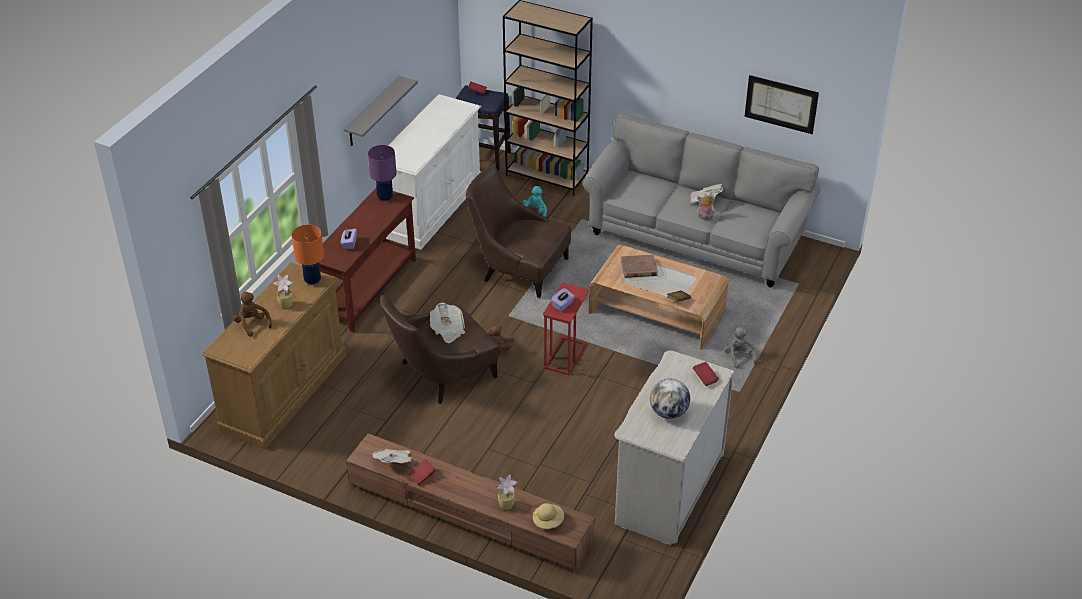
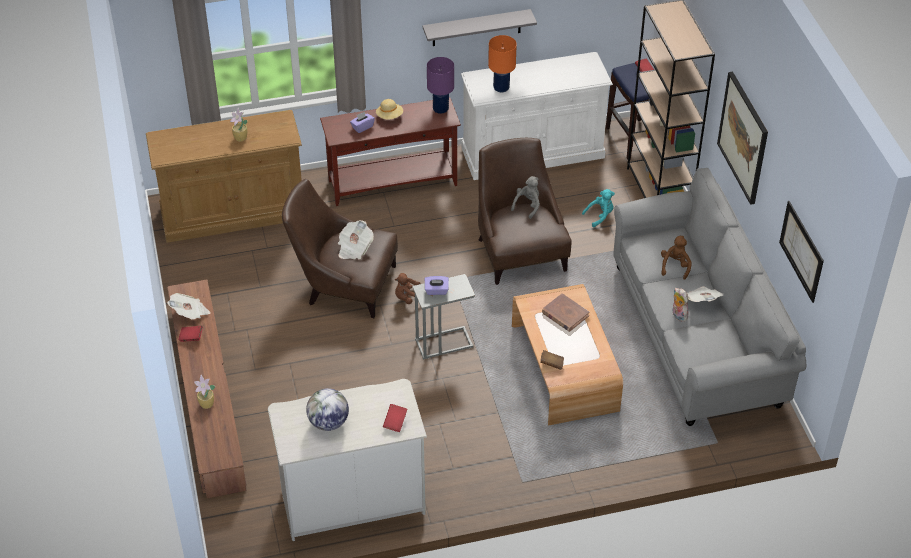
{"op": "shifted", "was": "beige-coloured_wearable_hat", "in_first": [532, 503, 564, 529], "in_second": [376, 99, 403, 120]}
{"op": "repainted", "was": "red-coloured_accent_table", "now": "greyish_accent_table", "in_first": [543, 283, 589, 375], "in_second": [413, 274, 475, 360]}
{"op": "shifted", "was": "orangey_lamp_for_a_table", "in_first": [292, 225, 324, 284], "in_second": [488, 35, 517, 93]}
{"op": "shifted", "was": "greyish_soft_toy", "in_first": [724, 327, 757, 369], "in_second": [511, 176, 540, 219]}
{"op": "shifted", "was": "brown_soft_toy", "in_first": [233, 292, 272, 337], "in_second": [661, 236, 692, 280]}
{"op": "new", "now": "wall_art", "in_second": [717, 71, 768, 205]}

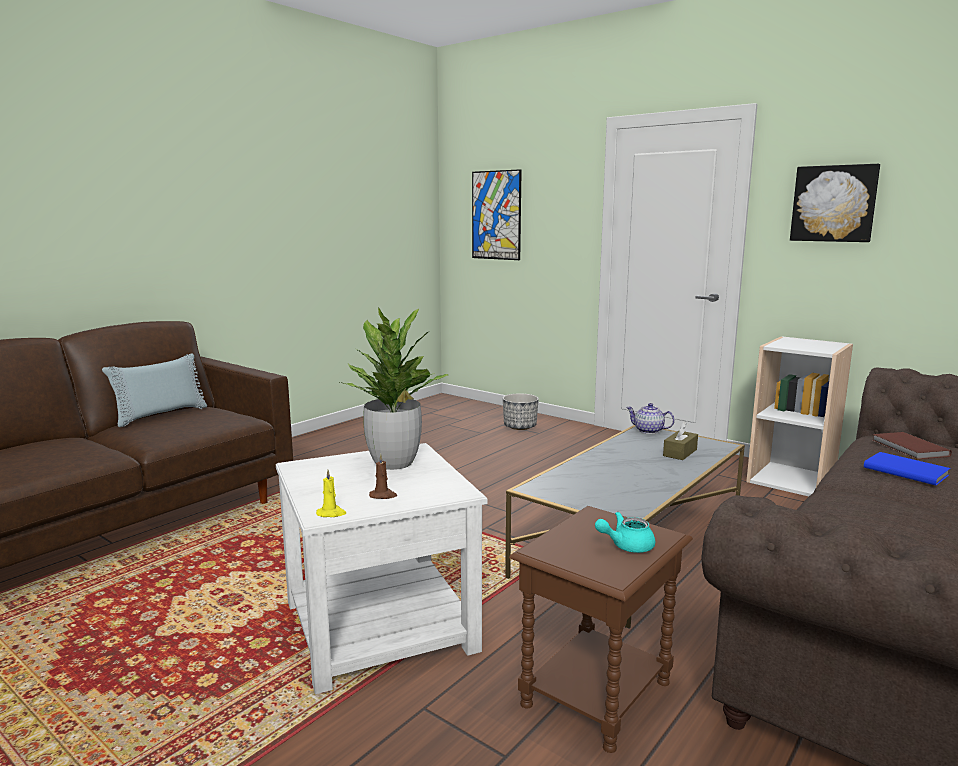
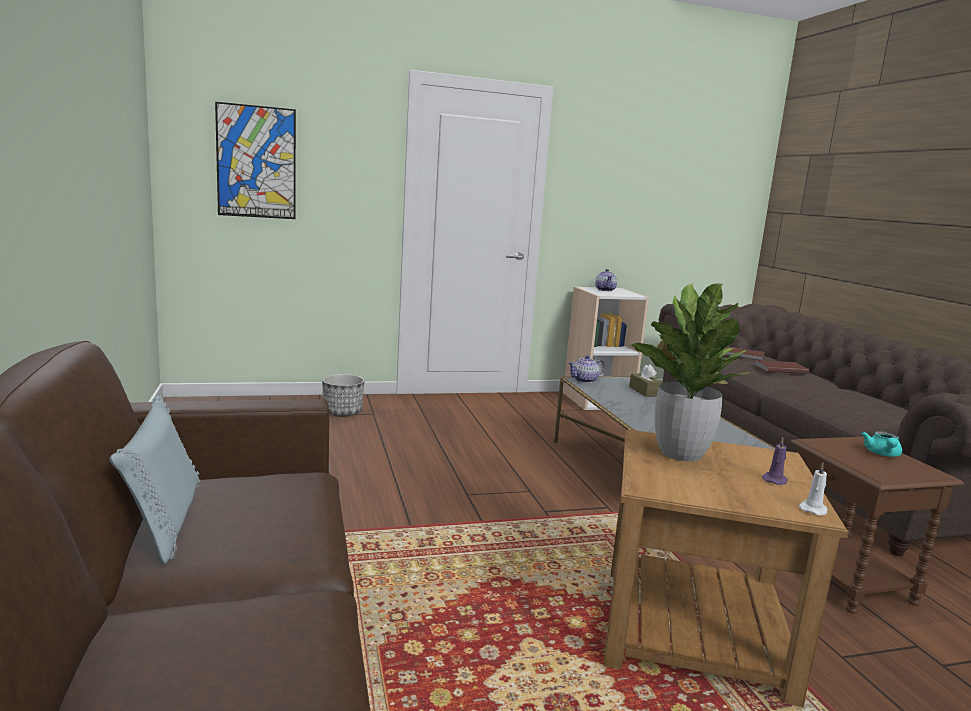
{"op": "new", "now": "teapot", "in_second": [595, 269, 617, 291]}
{"op": "repainted", "was": "white-coloured_accent_table", "now": "brown_accent_table", "in_first": [276, 443, 488, 694], "in_second": [604, 429, 848, 707]}
{"op": "repainted", "was": "bluish_bound_book", "now": "brown_bound_book", "in_first": [864, 452, 950, 485], "in_second": [755, 360, 809, 374]}
{"op": "repainted", "was": "brown_wax_light", "now": "purplish_wax_light", "in_first": [369, 454, 397, 499], "in_second": [762, 437, 788, 485]}
{"op": "repainted", "was": "yellowish_wax_light", "now": "white-coloured_wax_light", "in_first": [316, 470, 346, 517], "in_second": [799, 463, 827, 516]}
{"op": "gone", "was": "wall_art", "in_first": [790, 164, 880, 242]}

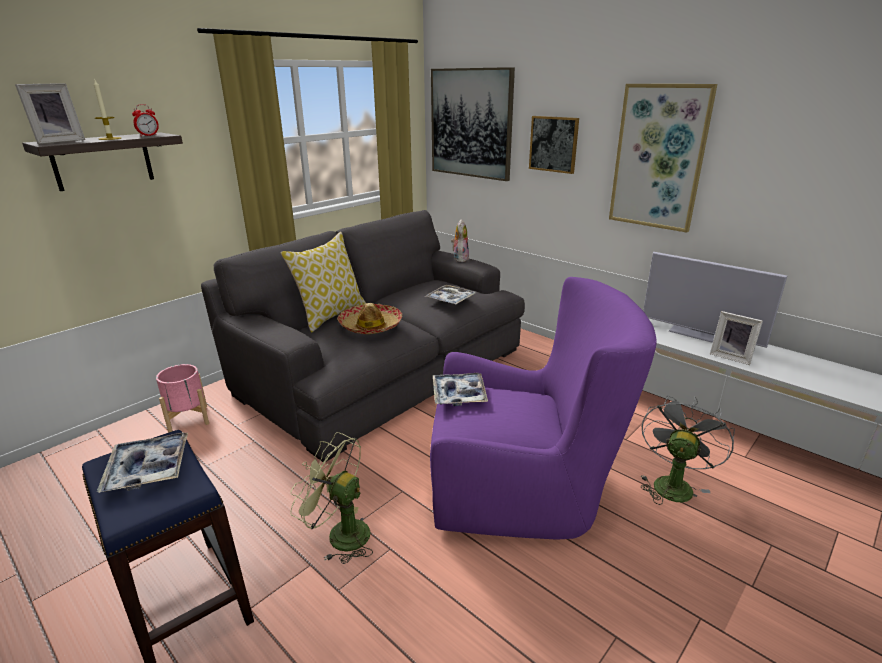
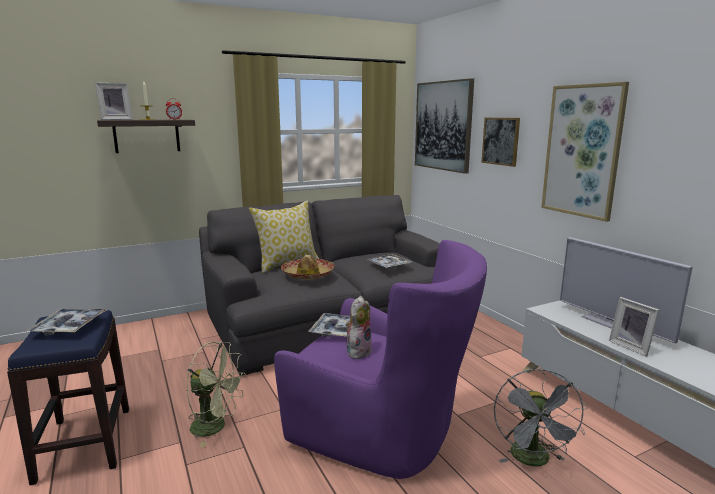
{"op": "rotated", "was": "greenish_electric_fan", "in_first": [290, 432, 373, 564], "in_second": [186, 342, 244, 447], "clockwise": 150}
{"op": "shifted", "was": "soft_toy", "in_first": [451, 219, 469, 262], "in_second": [345, 296, 372, 360]}
{"op": "rotated", "was": "greyish_electric_fan", "in_first": [641, 396, 735, 505], "in_second": [494, 368, 587, 467], "clockwise": 135}
{"op": "gone", "was": "pink_flower_pot", "in_first": [156, 364, 209, 433]}

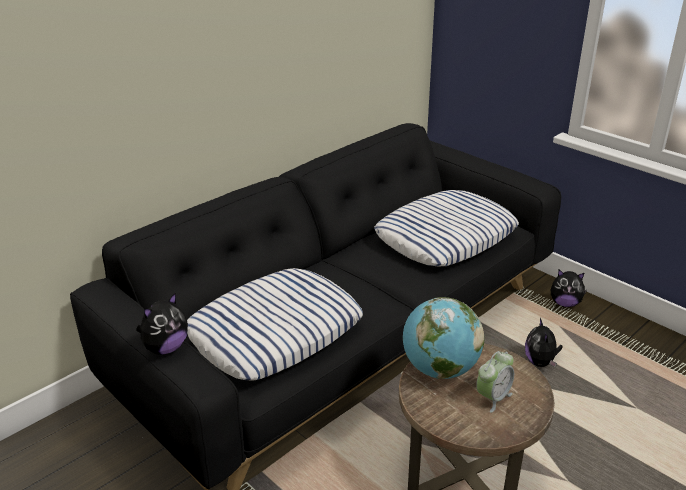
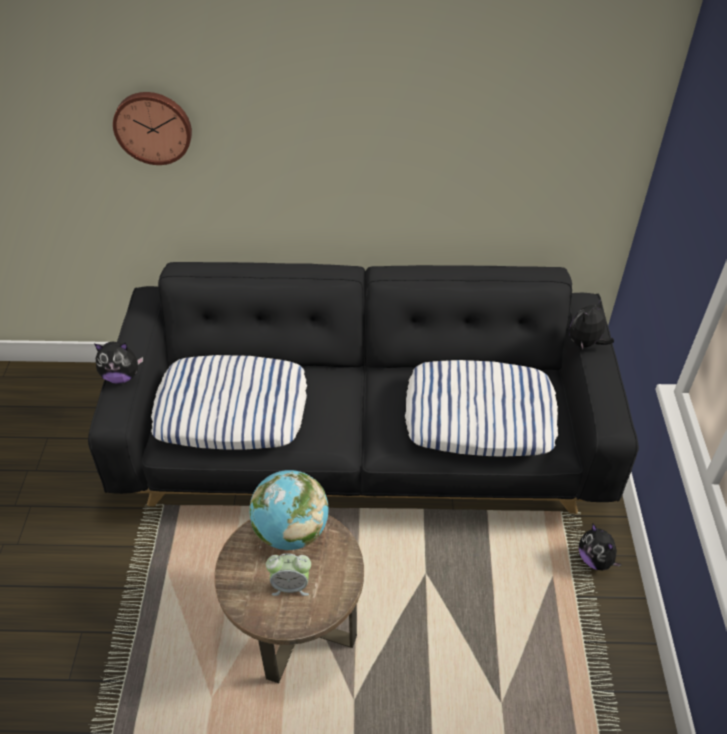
{"op": "new", "now": "clock_on_the_wall", "in_second": [113, 92, 192, 165]}
{"op": "shifted", "was": "soft_toy", "in_first": [525, 318, 563, 367], "in_second": [569, 299, 614, 349]}

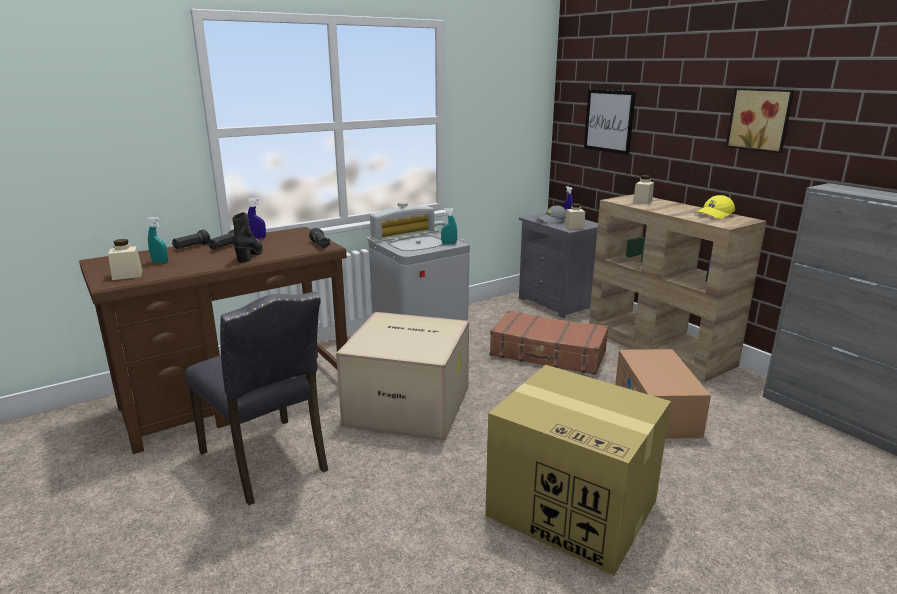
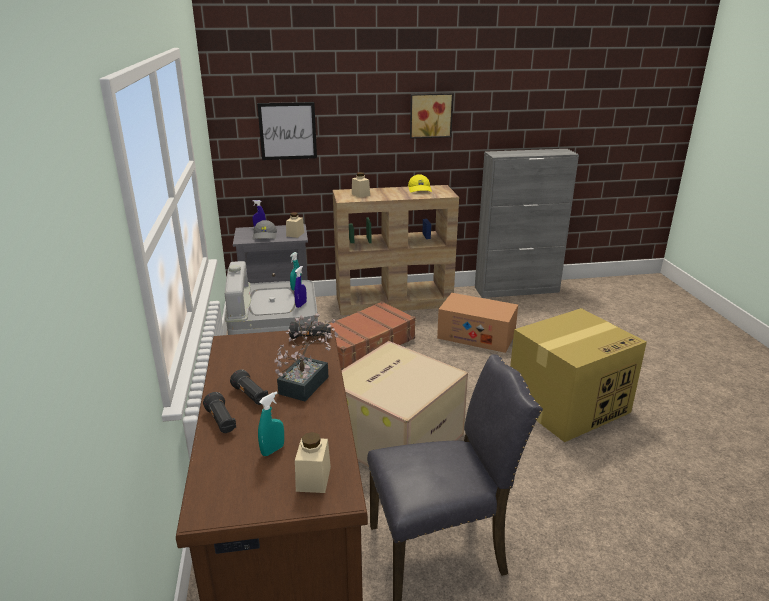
{"op": "swapped", "was": "blackish_tall_boot", "now": "houseplant", "in_first": [232, 212, 263, 263], "in_second": [274, 313, 339, 401]}
{"op": "shifted", "was": "bluish_spray_bottle", "in_first": [247, 198, 266, 239], "in_second": [294, 266, 307, 308]}

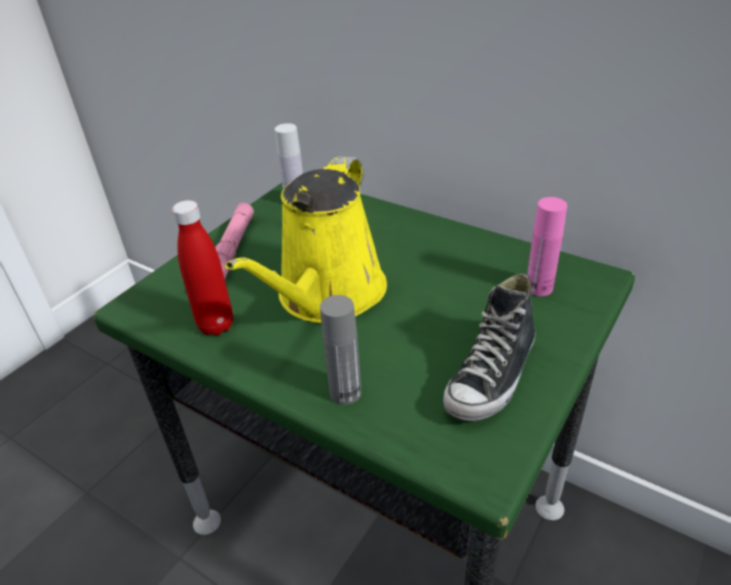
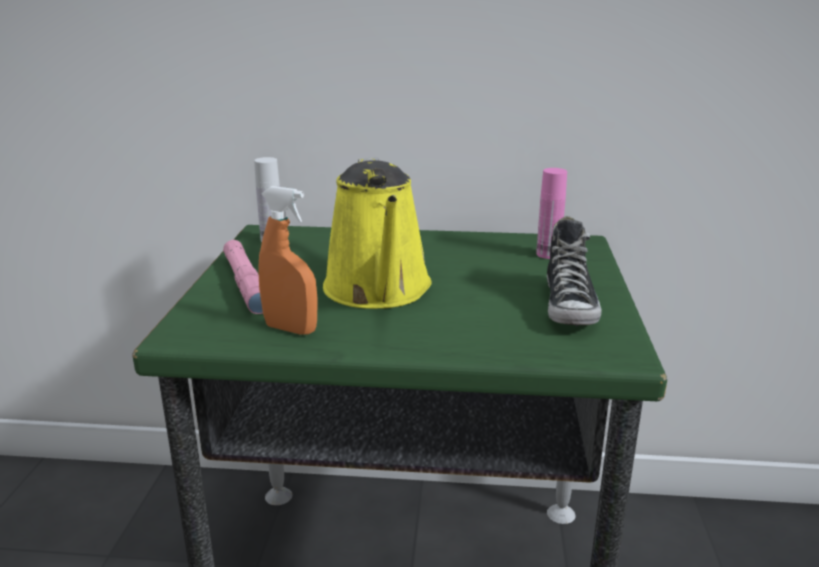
{"op": "swapped", "was": "red-coloured_bottle", "now": "orangey_spray_bottle", "in_first": [172, 200, 233, 335], "in_second": [258, 186, 318, 335]}
{"op": "gone", "was": "greyish_bottle", "in_first": [320, 295, 361, 405]}

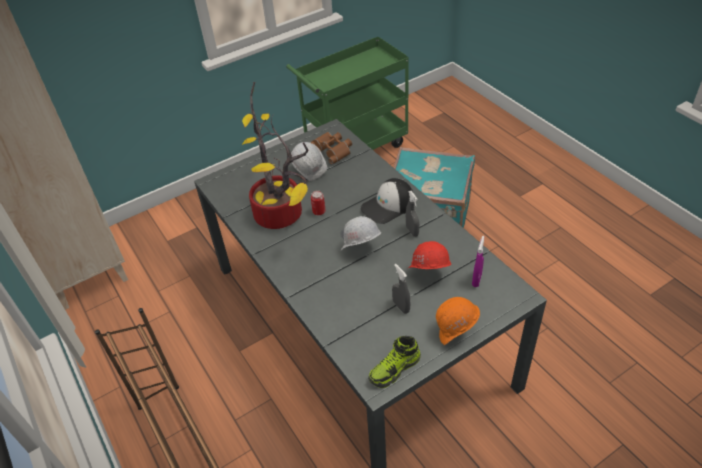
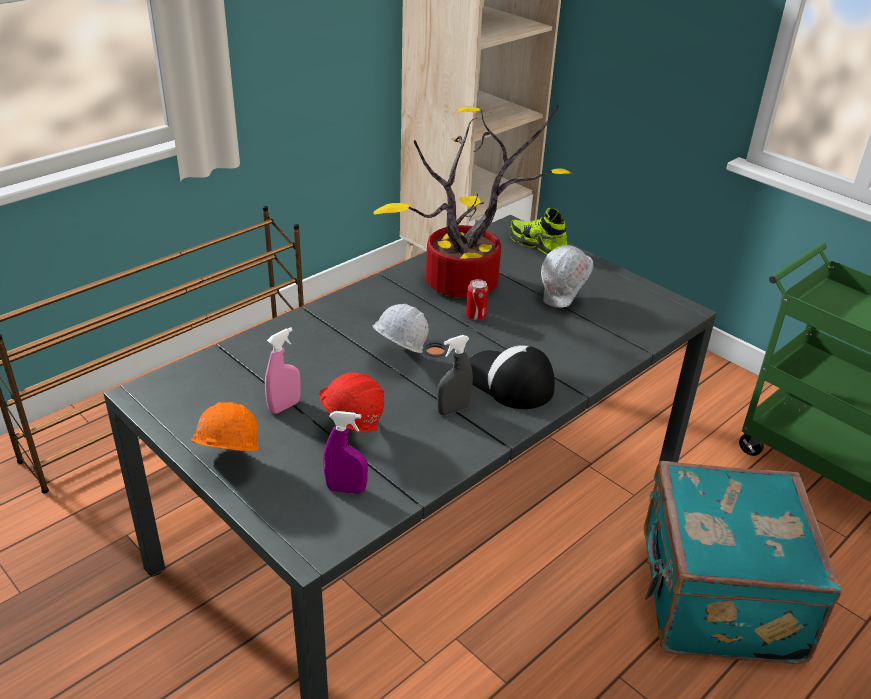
{"op": "repainted", "was": "greyish_spray_bottle", "now": "pink_spray_bottle", "in_first": [392, 264, 411, 314], "in_second": [265, 327, 301, 414]}
{"op": "shifted", "was": "item_of_footwear", "in_first": [368, 336, 421, 388], "in_second": [510, 208, 567, 255]}
{"op": "gone", "was": "brown_binoculars", "in_first": [310, 132, 352, 164]}

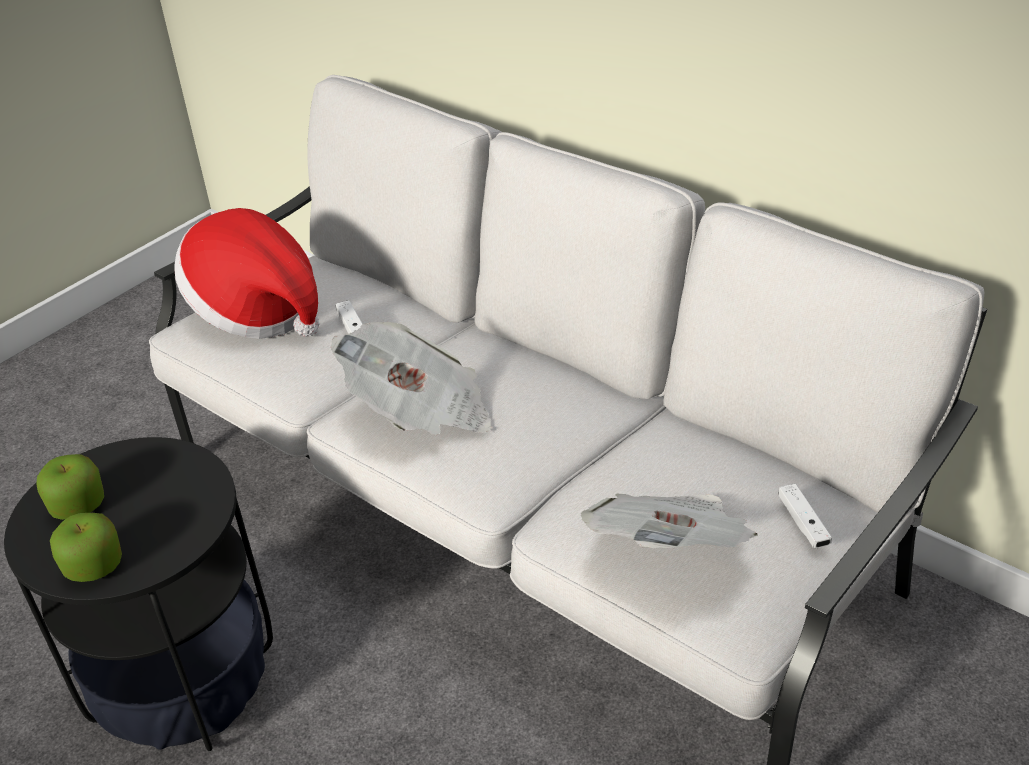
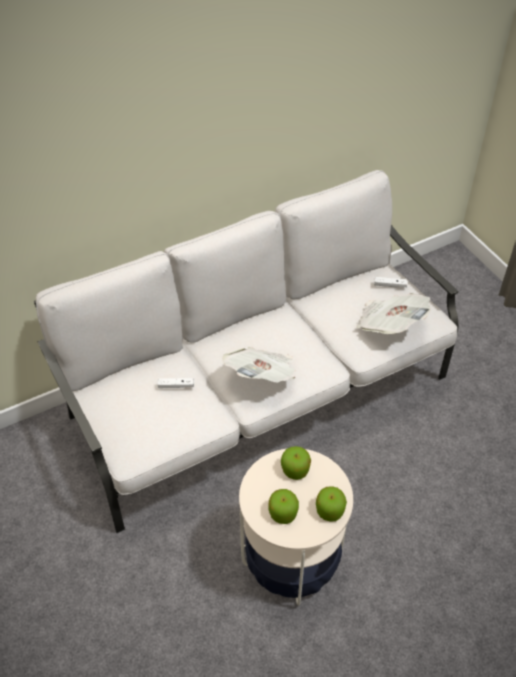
{"op": "repainted", "was": "blackish_accent_table", "now": "beige-coloured_accent_table", "in_first": [4, 437, 273, 751], "in_second": [239, 448, 353, 605]}
{"op": "new", "now": "whole_apple", "in_second": [281, 446, 311, 480]}
{"op": "gone", "was": "wearable_hat", "in_first": [174, 208, 319, 339]}

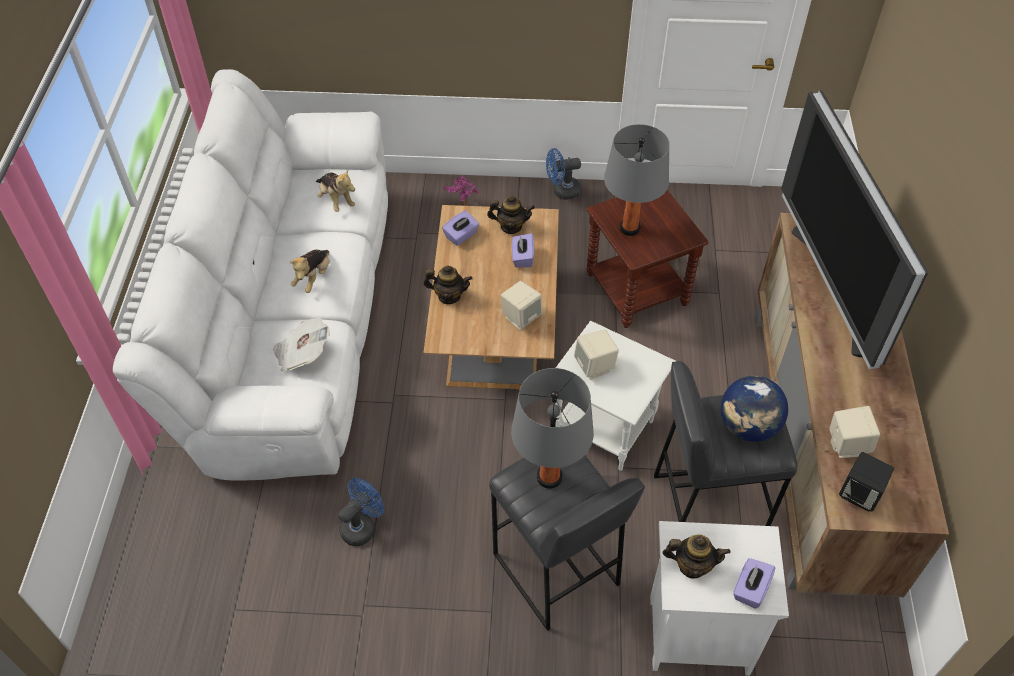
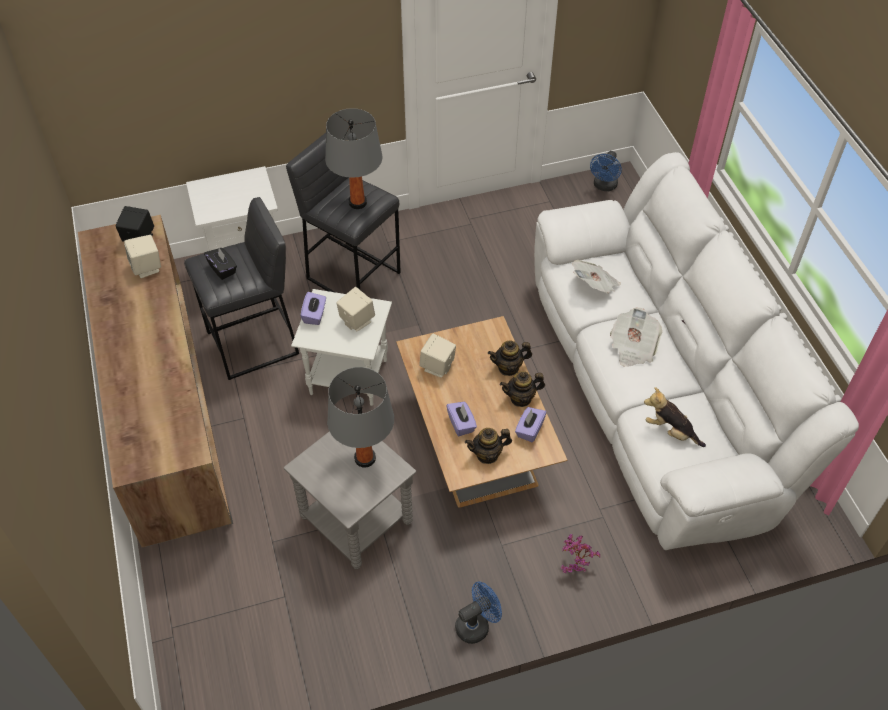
{"op": "swapped", "was": "world_globe", "now": "blackish_tissue_box", "in_first": [721, 376, 788, 442], "in_second": [204, 248, 237, 280]}
{"op": "repainted", "was": "brown_accent_table", "now": "greyish_accent_table", "in_first": [586, 190, 708, 328], "in_second": [284, 431, 416, 569]}
{"op": "shifted", "was": "purplish_tissue_box", "in_first": [733, 558, 775, 609], "in_second": [301, 292, 326, 325]}
{"op": "shifted", "was": "teapot", "in_first": [663, 534, 731, 578], "in_second": [500, 371, 545, 407]}
{"op": "shifted", "was": "bluish_electric_fan", "in_first": [338, 478, 384, 546], "in_second": [590, 151, 622, 191]}
{"op": "swapped", "was": "soft_toy", "now": "printed_paper", "in_first": [290, 250, 330, 293], "in_second": [610, 308, 662, 367]}
{"op": "gone", "was": "TV", "in_first": [781, 90, 928, 369]}

